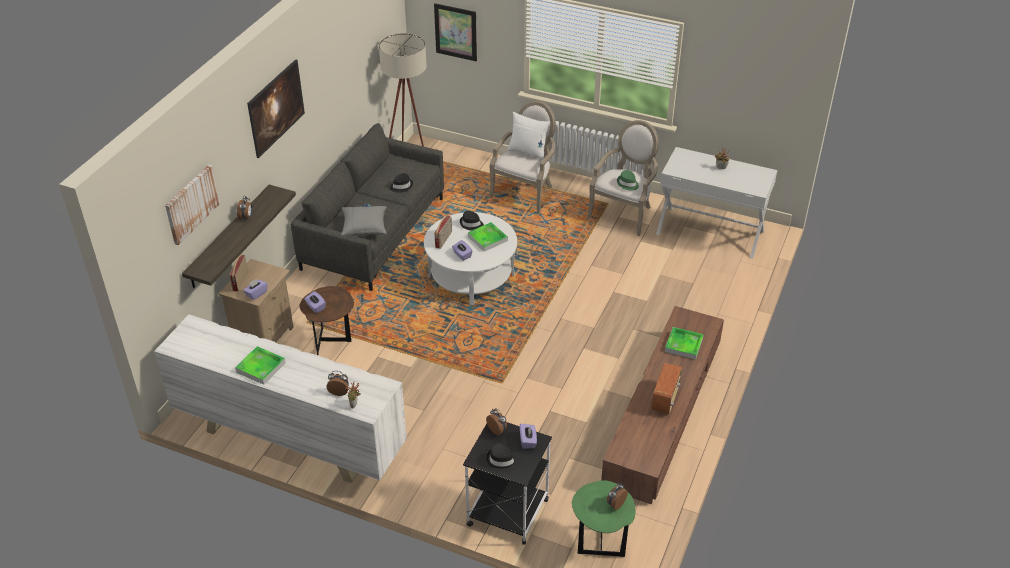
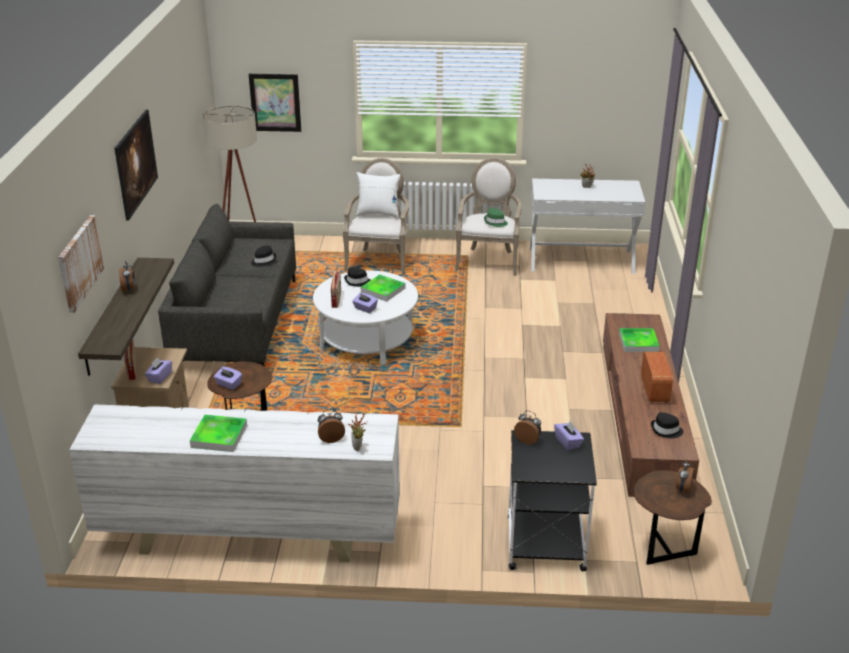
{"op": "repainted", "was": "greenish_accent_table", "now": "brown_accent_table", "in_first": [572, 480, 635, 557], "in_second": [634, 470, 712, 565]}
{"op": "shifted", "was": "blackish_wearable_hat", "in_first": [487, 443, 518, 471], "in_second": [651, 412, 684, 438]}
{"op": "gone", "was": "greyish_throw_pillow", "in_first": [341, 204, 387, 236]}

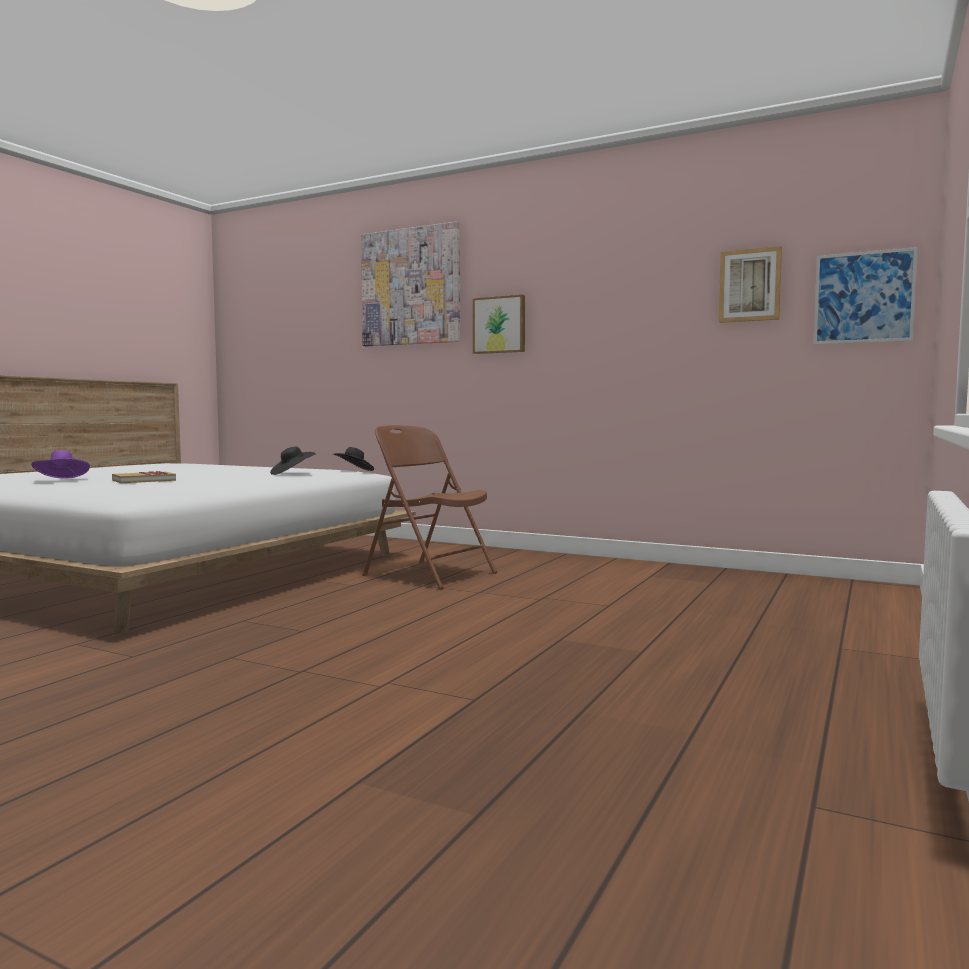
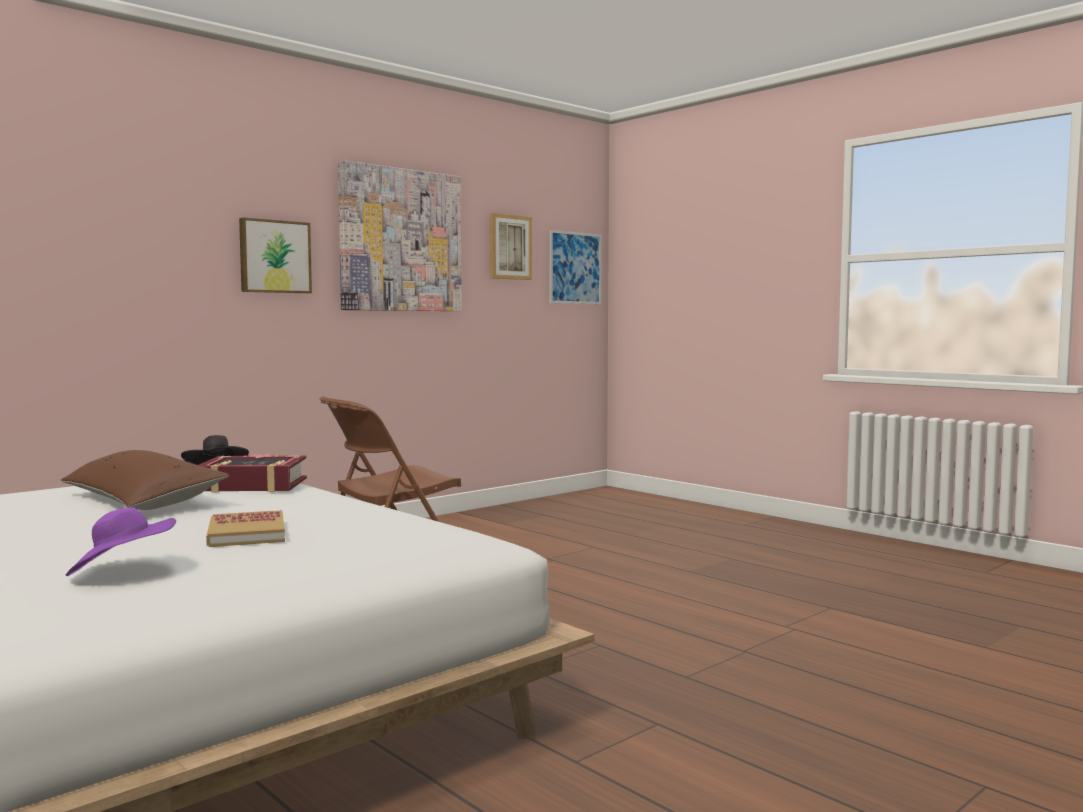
{"op": "new", "now": "brown_throw_pillow", "in_second": [61, 450, 229, 510]}
{"op": "swapped", "was": "blackish_wearable_hat", "now": "bound_book", "in_first": [270, 447, 316, 475], "in_second": [199, 454, 307, 492]}
{"op": "shifted", "was": "wall_art", "in_first": [361, 222, 460, 346], "in_second": [338, 160, 462, 311]}

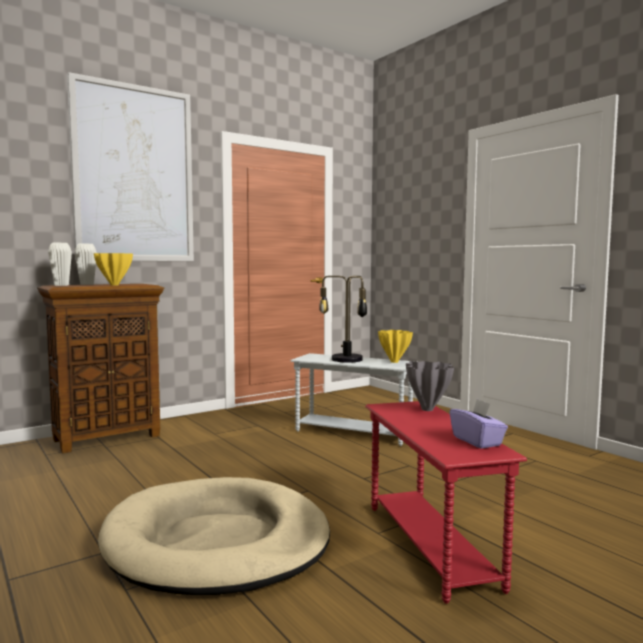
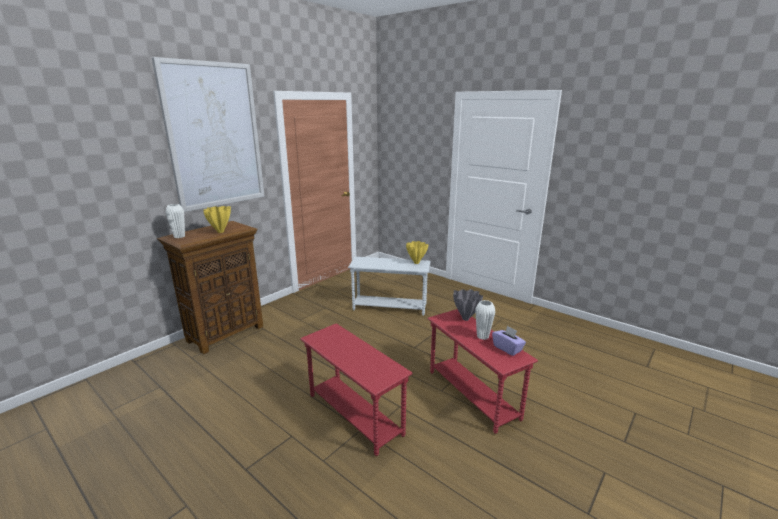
{"op": "swapped", "was": "beige-coloured_dog_bed", "now": "red-coloured_accent_table", "in_first": [98, 477, 330, 595], "in_second": [300, 324, 413, 456]}
{"op": "shifted", "was": "white-coloured_vase", "in_first": [75, 244, 97, 285], "in_second": [475, 300, 495, 340]}
{"op": "gone", "was": "lamp_for_a_table", "in_first": [319, 276, 367, 363]}

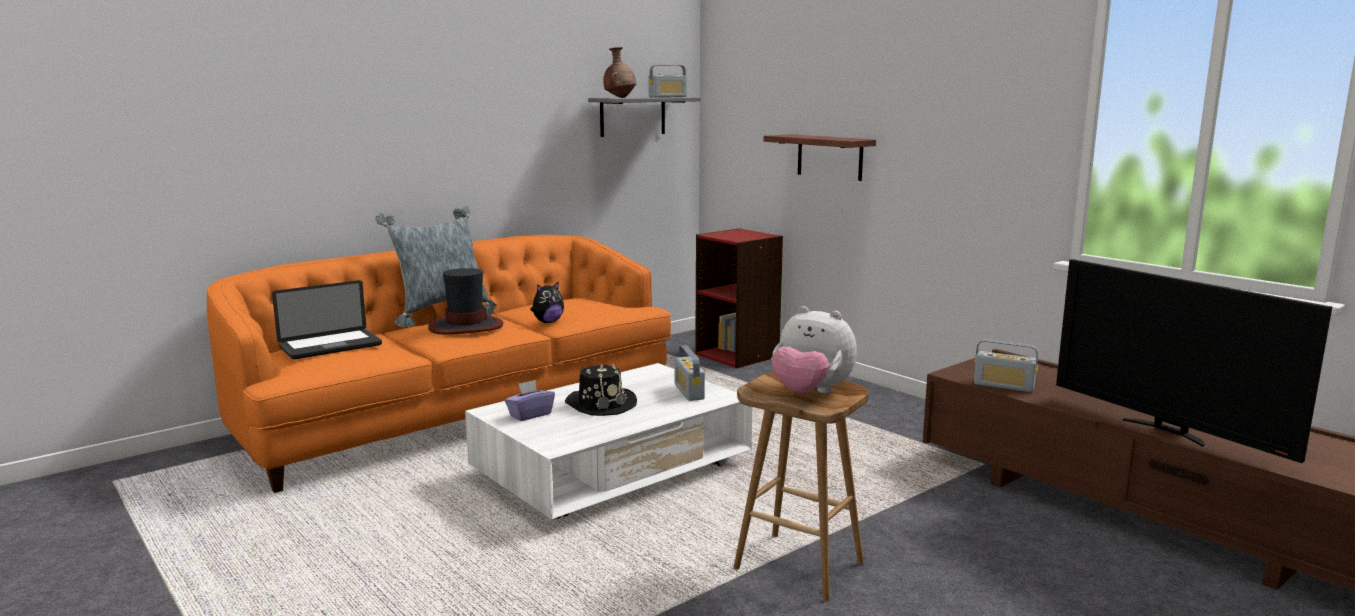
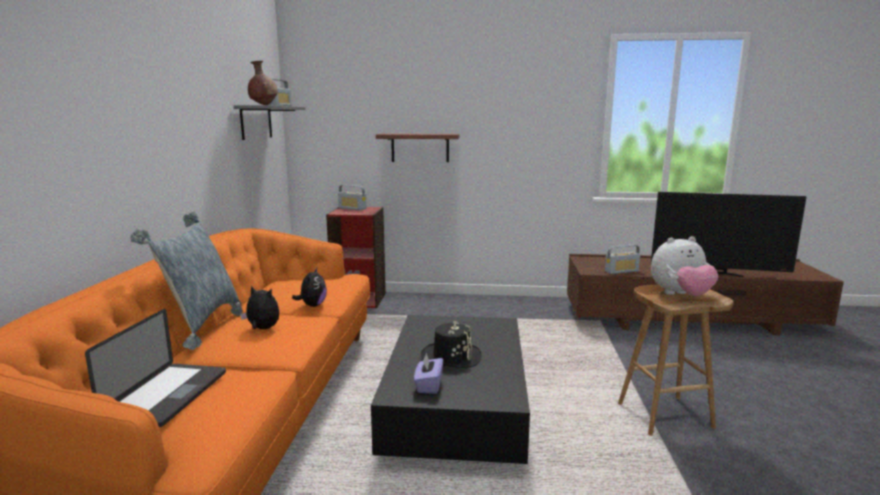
{"op": "swapped", "was": "wearable_hat", "now": "soft_toy", "in_first": [428, 268, 504, 335], "in_second": [240, 286, 279, 329]}
{"op": "shifted", "was": "radio_set", "in_first": [675, 345, 705, 401], "in_second": [338, 185, 366, 210]}
{"op": "repainted", "was": "white-coloured_lounge_table", "now": "blackish_lounge_table", "in_first": [465, 363, 752, 519], "in_second": [371, 315, 530, 464]}

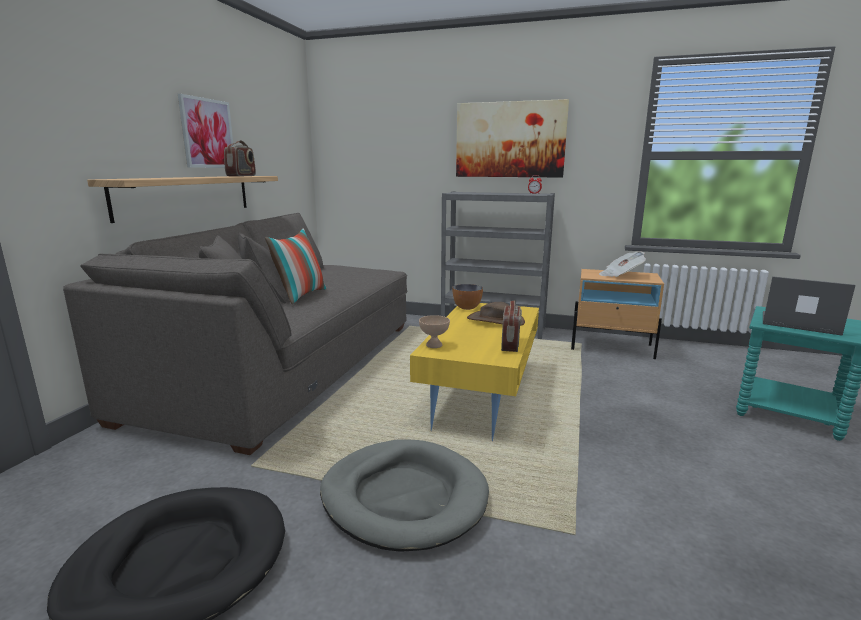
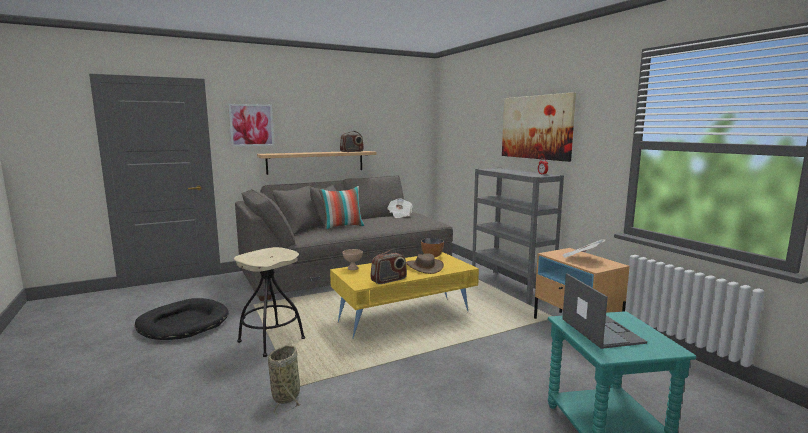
{"op": "shifted", "was": "wall_art", "in_first": [178, 94, 234, 168], "in_second": [228, 104, 274, 147]}
{"op": "swapped", "was": "greyish_dog_bed", "now": "beige-coloured_stool_seat", "in_first": [320, 439, 489, 552], "in_second": [234, 247, 305, 357]}
{"op": "new", "now": "storage_basket", "in_second": [268, 345, 301, 415]}
{"op": "new", "now": "printed_paper", "in_second": [387, 198, 413, 218]}

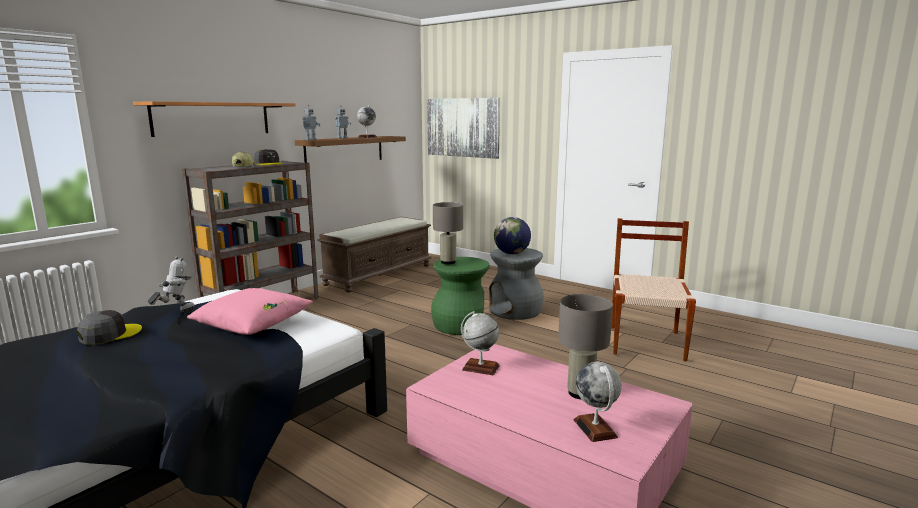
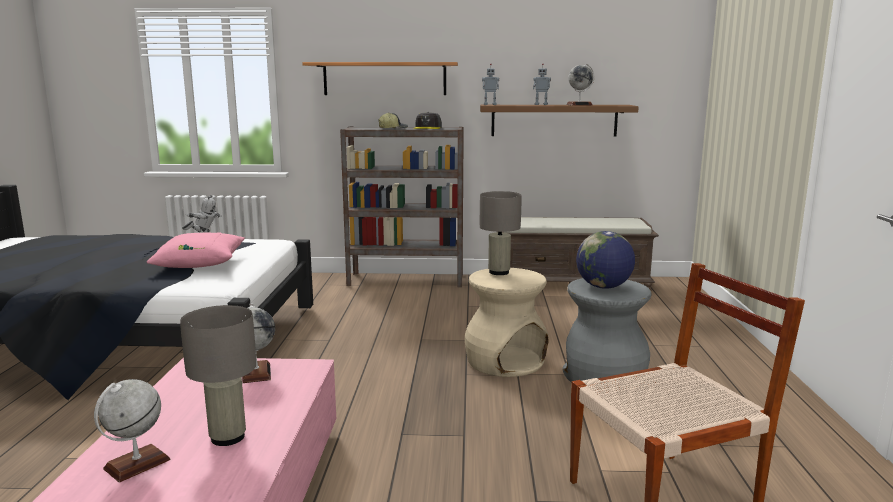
{"op": "repainted", "was": "greenish_stool_seat", "now": "beige-coloured_stool_seat", "in_first": [431, 257, 490, 335], "in_second": [465, 268, 549, 377]}
{"op": "gone", "was": "greyish_baseball_cap", "in_first": [77, 310, 142, 345]}
{"op": "gone", "was": "wall_art", "in_first": [427, 98, 500, 159]}

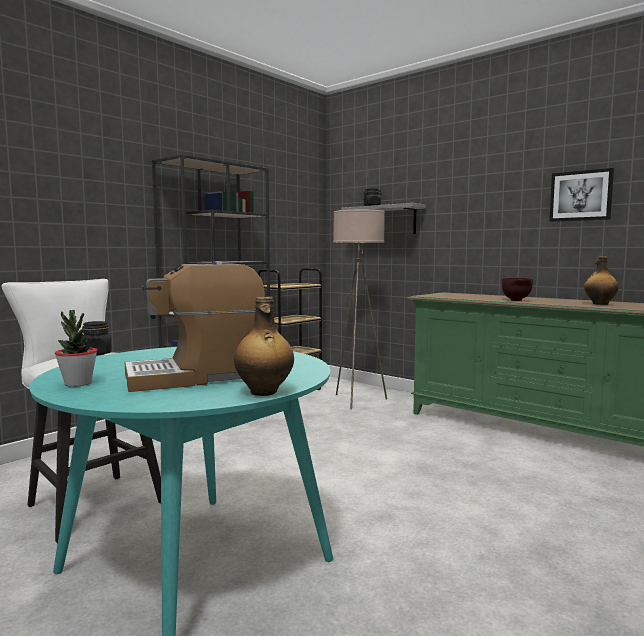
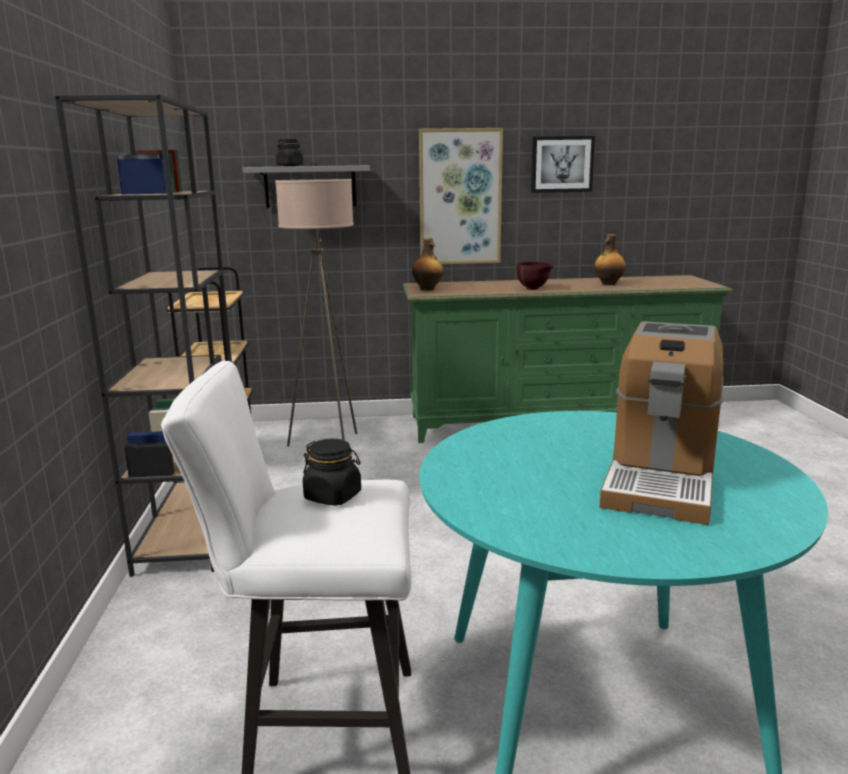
{"op": "shifted", "was": "bottle", "in_first": [234, 297, 294, 396], "in_second": [412, 238, 444, 290]}
{"op": "new", "now": "wall_art", "in_second": [419, 128, 503, 264]}
{"op": "gone", "was": "houseplant", "in_first": [55, 310, 97, 387]}

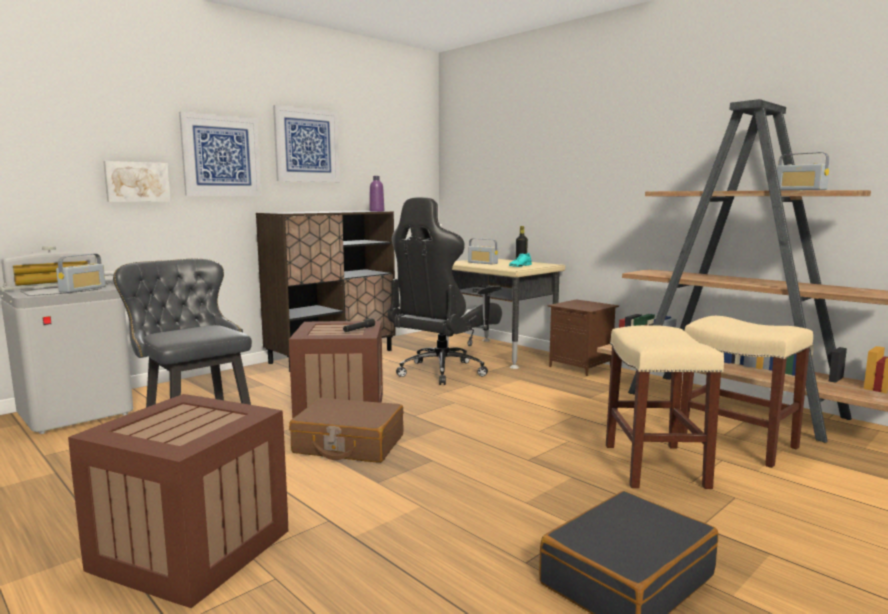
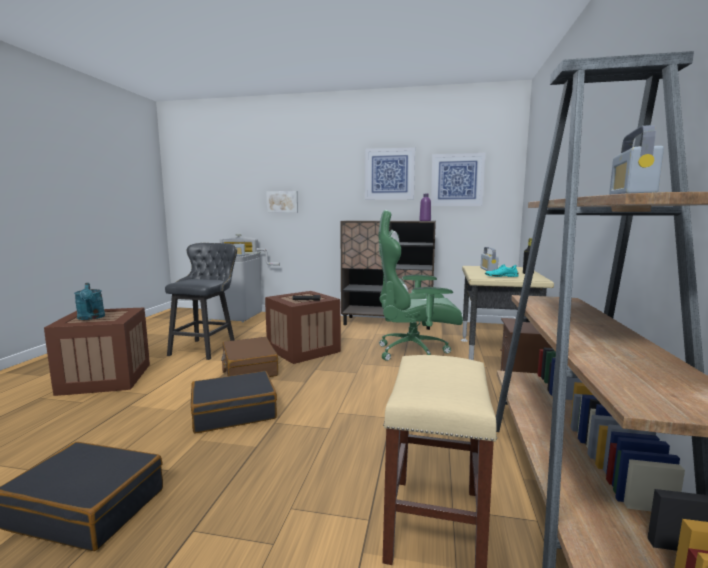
{"op": "new", "now": "turquoise-coloured_watering_can", "in_second": [74, 283, 105, 320]}
{"op": "new", "now": "blackish_travel_case", "in_second": [191, 371, 277, 434]}
{"op": "repainted", "was": "blackish_computer_chair", "now": "greenish_computer_chair", "in_first": [388, 197, 502, 385], "in_second": [378, 210, 463, 361]}
{"op": "shifted", "was": "wall_art", "in_first": [179, 112, 262, 196], "in_second": [431, 153, 485, 206]}
{"op": "gone", "was": "beige-coloured_stool_seat", "in_first": [606, 325, 724, 489]}

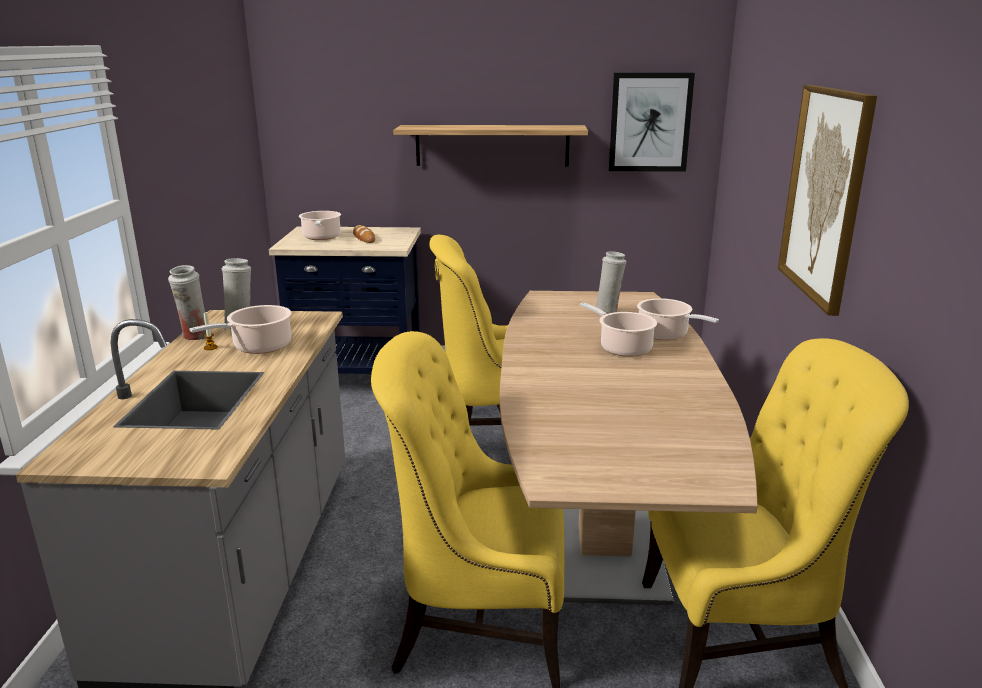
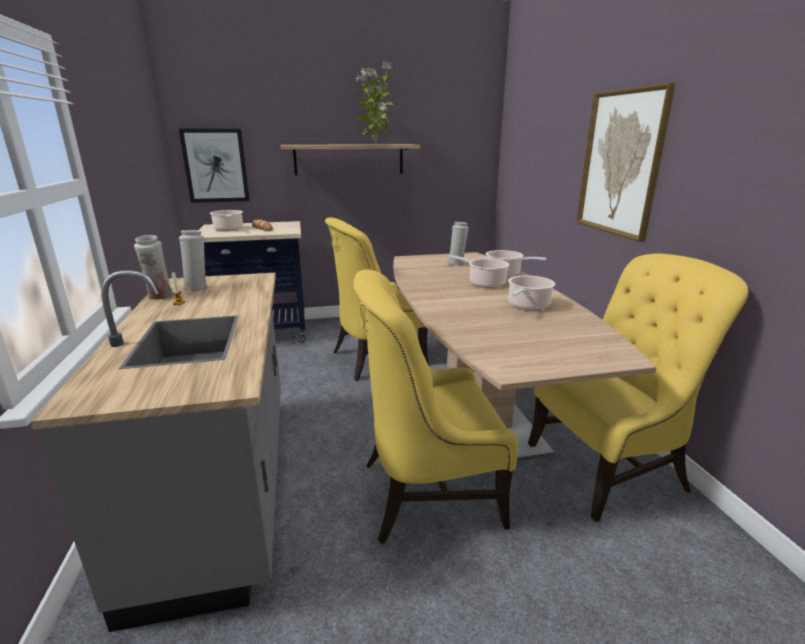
{"op": "shifted", "was": "wall_art", "in_first": [609, 72, 695, 172], "in_second": [179, 129, 250, 203]}
{"op": "new", "now": "houseplant", "in_second": [353, 61, 395, 145]}
{"op": "shifted", "was": "cooking_pot", "in_first": [189, 305, 292, 354], "in_second": [508, 275, 555, 310]}

